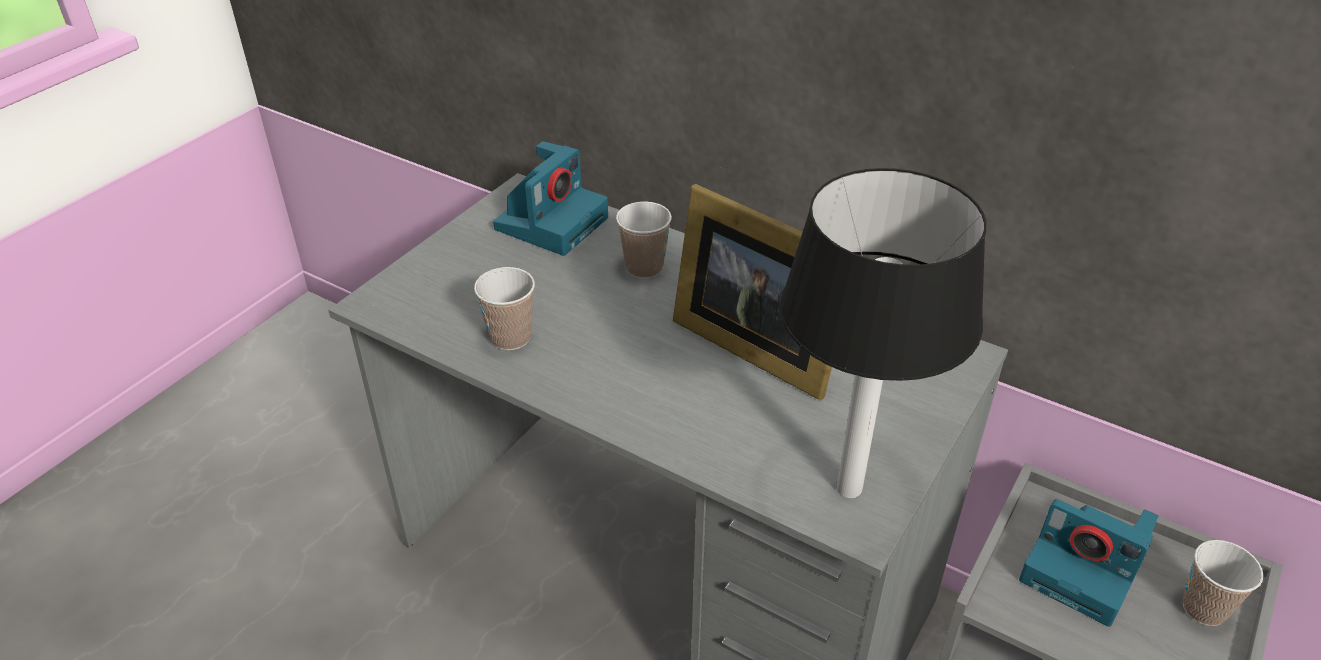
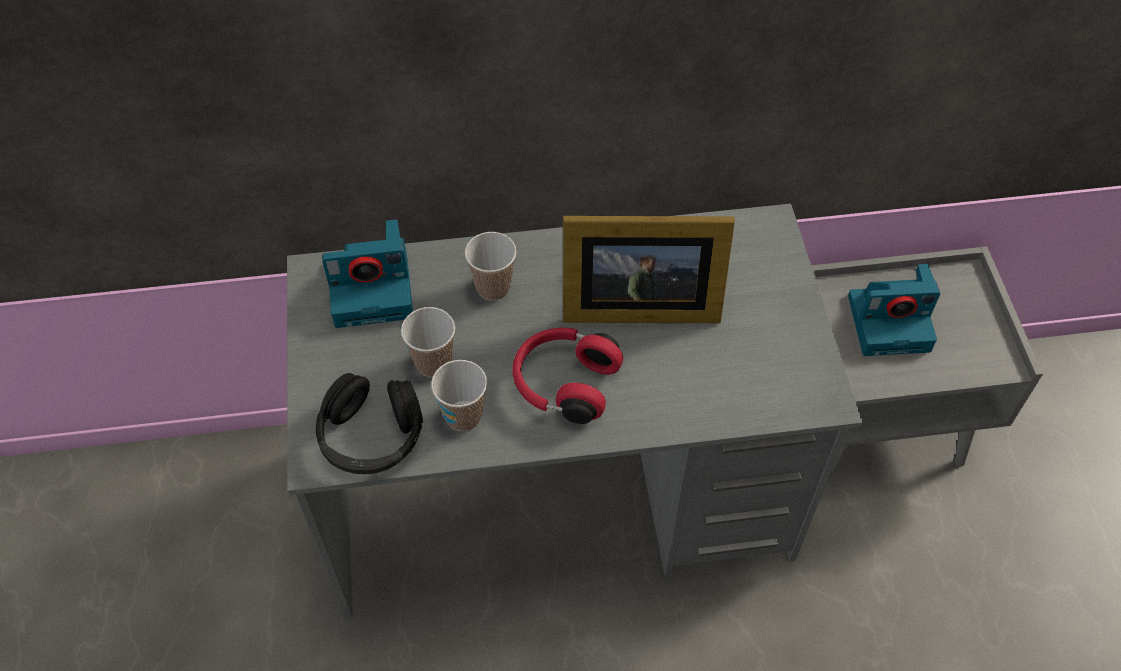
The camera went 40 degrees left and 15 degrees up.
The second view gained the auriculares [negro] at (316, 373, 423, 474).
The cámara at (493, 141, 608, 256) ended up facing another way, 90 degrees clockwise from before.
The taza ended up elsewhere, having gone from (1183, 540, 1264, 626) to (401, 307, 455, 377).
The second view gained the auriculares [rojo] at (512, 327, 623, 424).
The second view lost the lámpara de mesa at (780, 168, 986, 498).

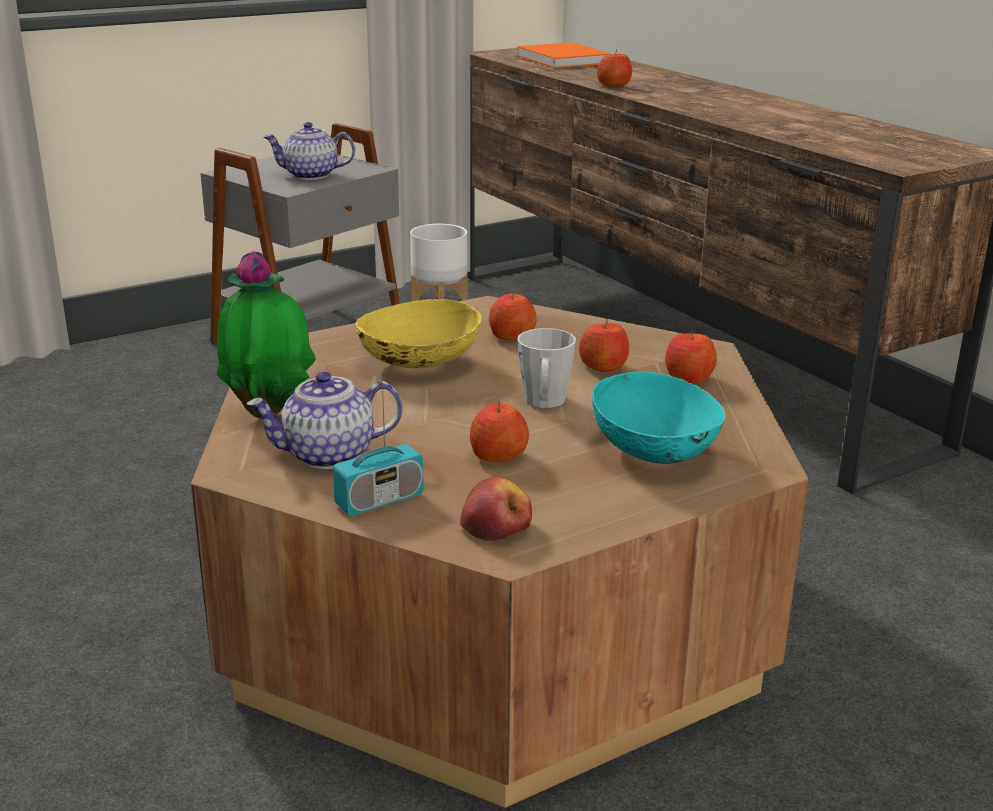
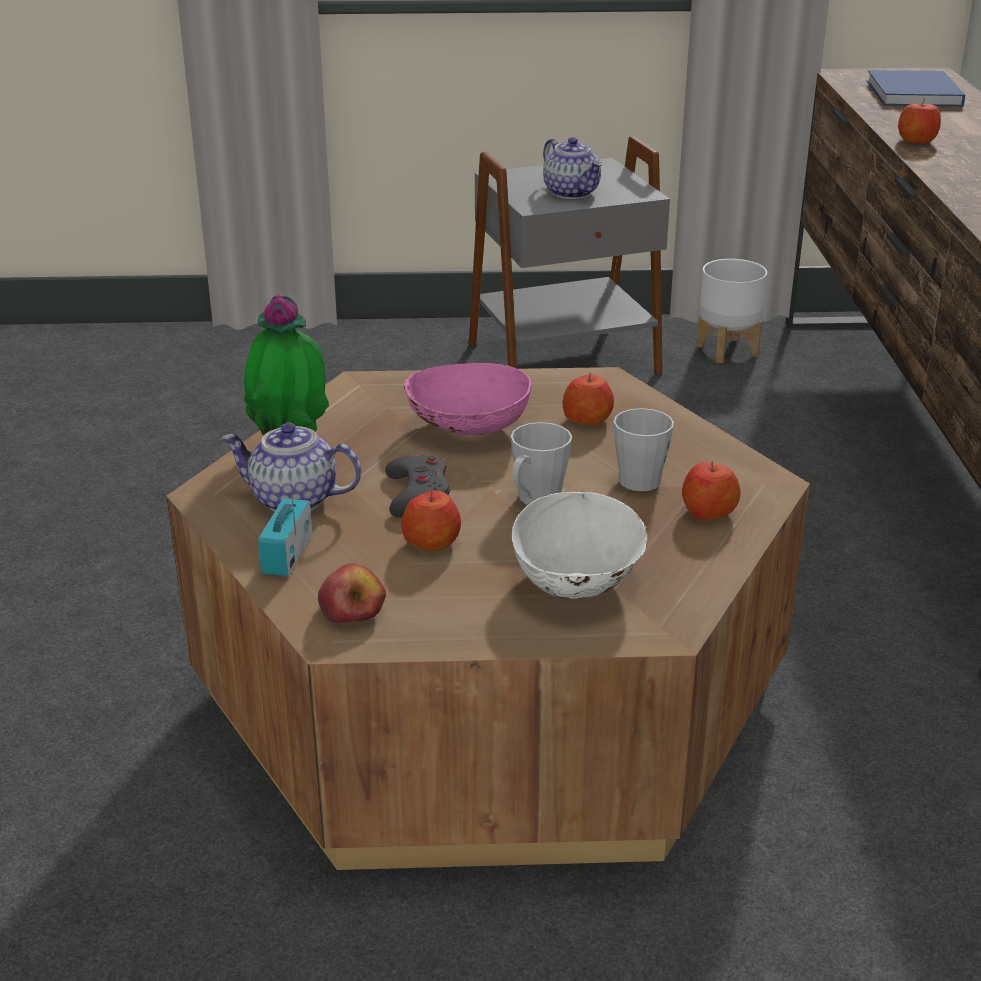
The camera went 30 degrees right and 5 degrees up.
The radio at (333, 374, 424, 516) ended up facing another way, 105 degrees clockwise from before.
The second view gained the mando de consola [gris] at (385, 455, 450, 518).
What was the cuenco [amarillo] at (356, 299, 481, 368) turned into the cuenco [rosa] at (404, 363, 531, 435).
What was the cuenco [turquesa] at (592, 372, 726, 464) turned into the cuenco [blanco] at (512, 491, 648, 599).
The tetera at (264, 122, 355, 180) ended up facing another way, 150 degrees counterclockwise from before.
Where the manzana stood at (579, 319, 629, 372), the taza grande [gris] came to stand at (614, 408, 674, 491).
What was the libro [naranja] at (517, 42, 611, 68) turned into the libro [azul] at (867, 70, 965, 107).

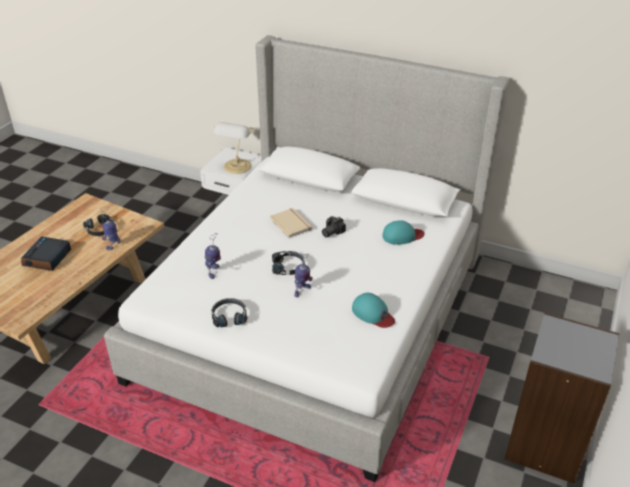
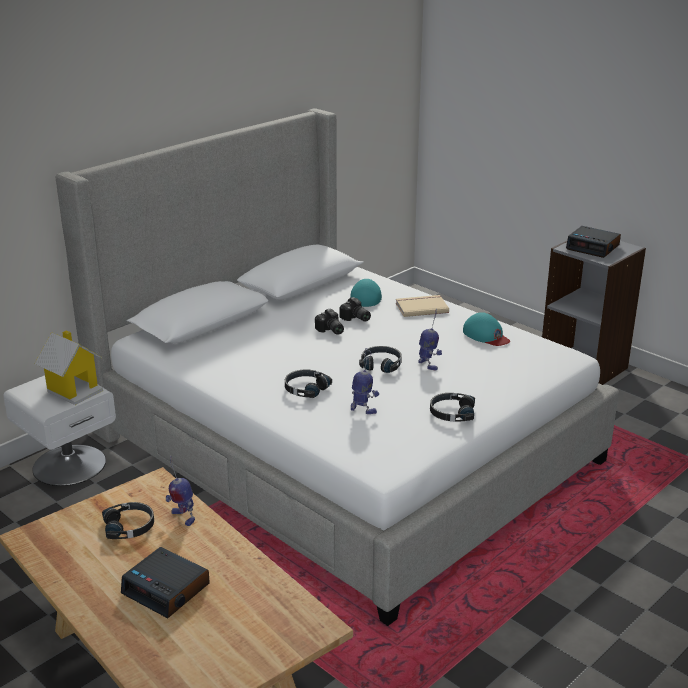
The camera went 70 degrees left and 10 degrees down.
Where the lámpara de mesa stood at (213, 122, 254, 174), the casita came to stand at (35, 331, 103, 405).
The second view gained the auriculares [negro] at (285, 369, 332, 398).
The second view gained the cámara at (340, 297, 371, 322).
The libro [beis] ended up elsewhere, having gone from (270, 208, 313, 238) to (396, 295, 449, 317).
The gorra [turquesa] at (352, 293, 395, 328) ended up facing another way, 75 degrees clockwise from before.
The second view gained the despertador at (566, 226, 621, 258).

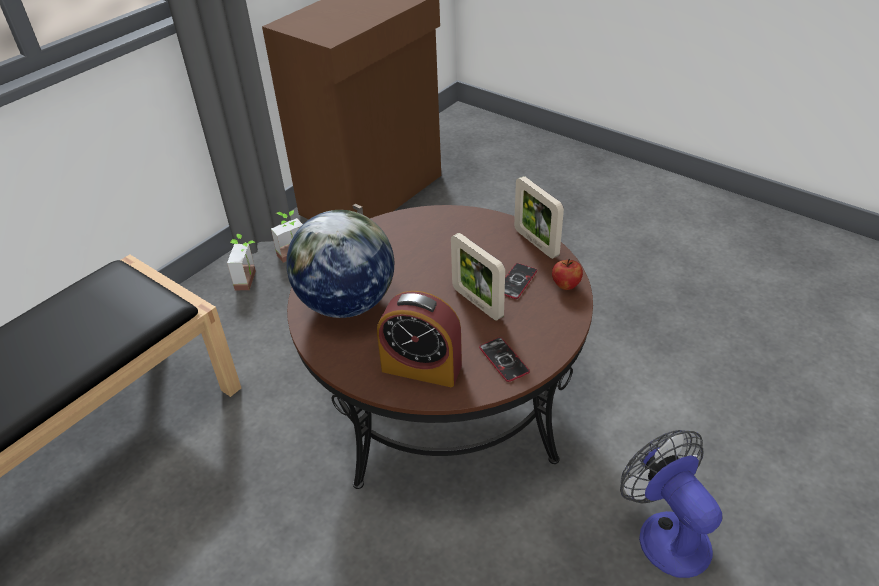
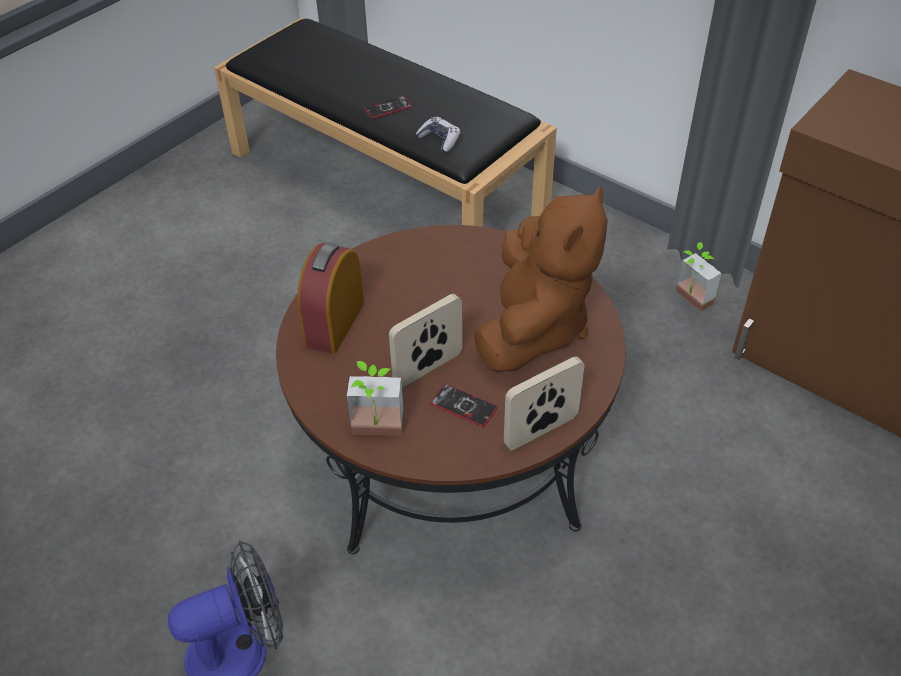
The camera went 90 degrees right and 5 degrees up.
The planta en maceta ended up elsewhere, having gone from (227, 234, 256, 290) to (347, 361, 404, 436).
The móvil ended up elsewhere, having gone from (479, 337, 530, 382) to (364, 96, 412, 119).
The second view gained the mando de consola at (416, 117, 461, 153).
The second view gained the peluche [marrón] at (474, 186, 608, 372).
The second view lost the globo terráqueo at (286, 210, 394, 318).
The second view lost the manzana at (552, 259, 583, 290).

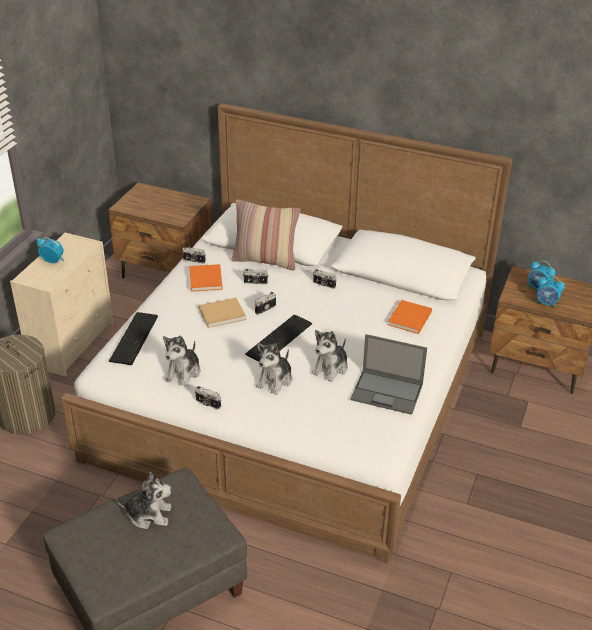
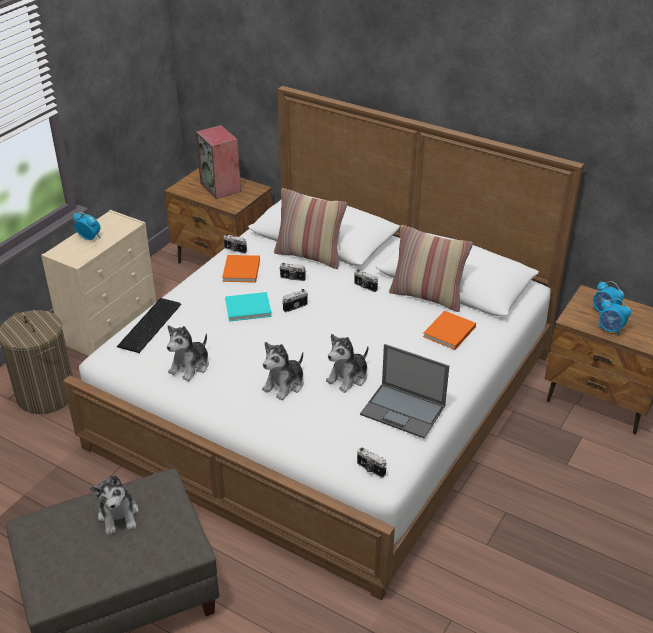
The camera went 10 degrees right and 0 degrees up.
The peluche at (116, 472, 172, 529) ended up facing another way, 60 degrees clockwise from before.
The second view gained the altavoz at (196, 125, 241, 199).
What was the libro [beis] at (199, 298, 246, 328) turned into the libro [turquesa] at (225, 292, 272, 322).
The cámara ended up elsewhere, having gone from (195, 386, 221, 410) to (357, 447, 386, 478).
The second view gained the cojín at (389, 225, 473, 312).
The second view lost the teclado at (245, 315, 312, 361).

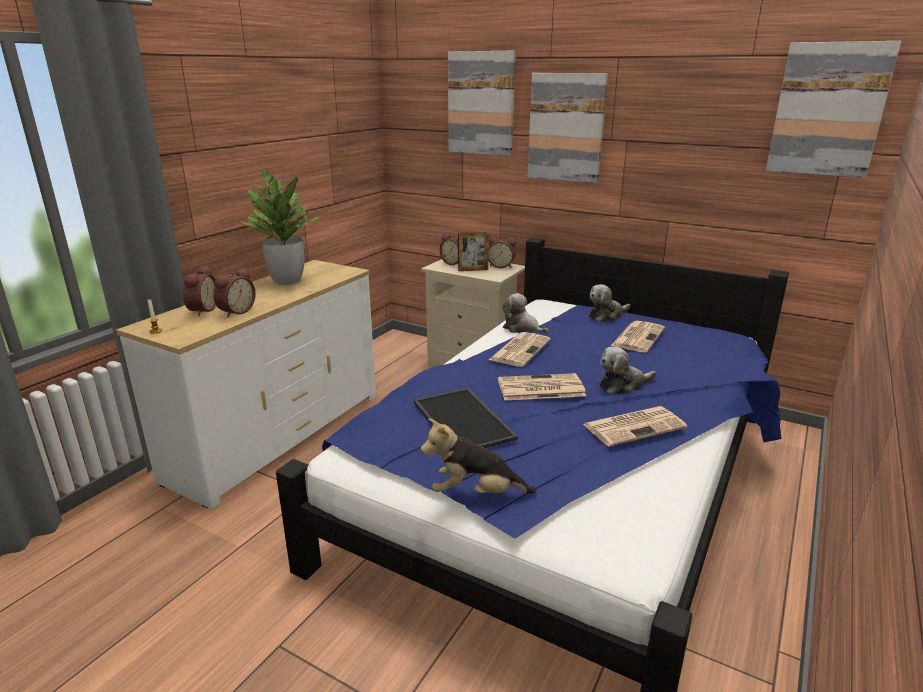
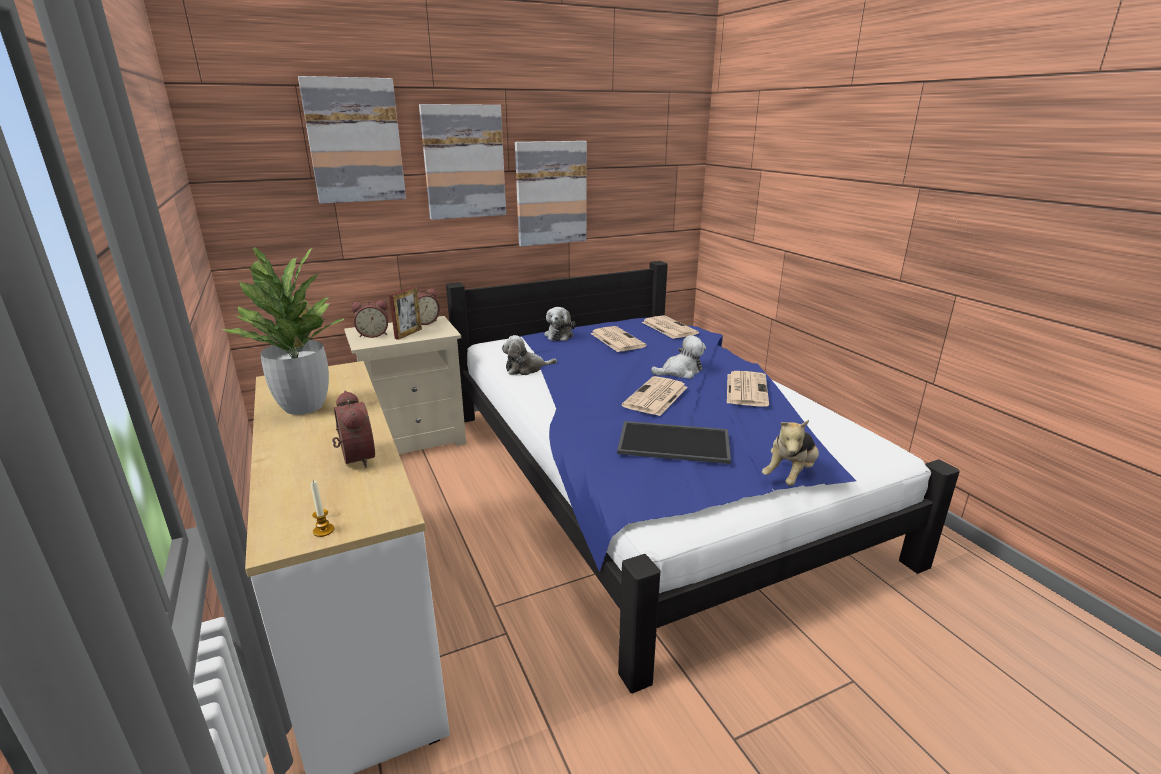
The camera went 55 degrees left and 0 degrees up.
The cuadro ended up elsewhere, having gone from (766, 41, 901, 178) to (515, 141, 587, 247).
The periódico ended up elsewhere, having gone from (489, 332, 551, 367) to (642, 315, 699, 339).
The peluche at (599, 347, 656, 395) ended up facing another way, 120 degrees counterclockwise from before.
The second view lost the despertador at (182, 266, 216, 316).

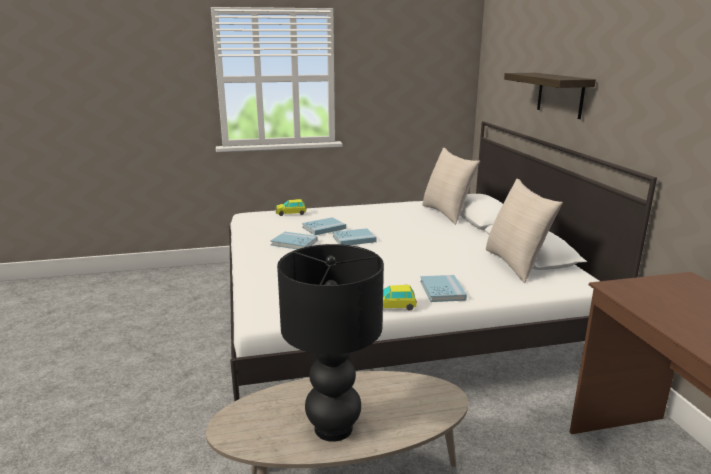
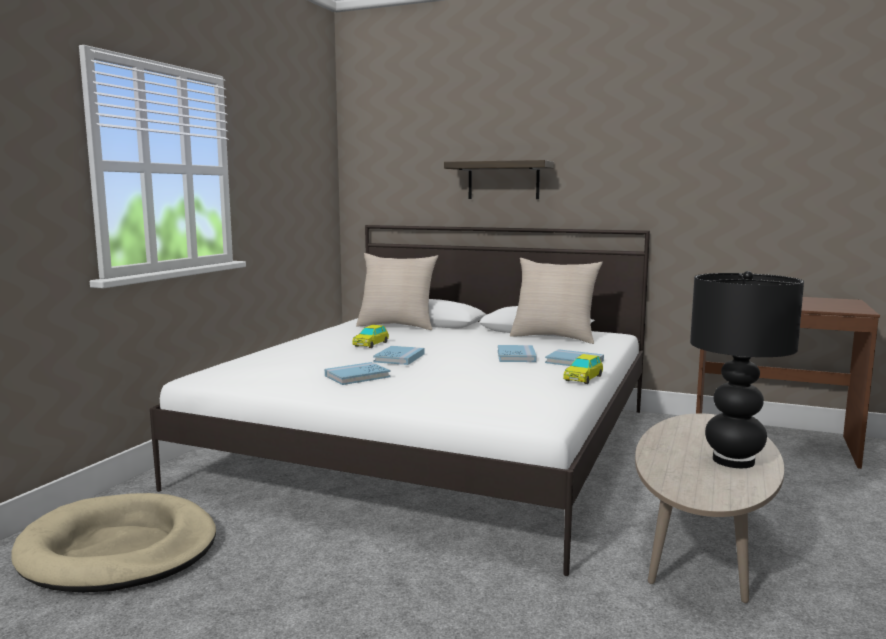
The camera went 55 degrees left and 10 degrees down.
The second view gained the cama para perro [beis] at (11, 493, 216, 593).
The coche de juguete ended up elsewhere, having gone from (276, 199, 306, 216) to (352, 325, 389, 348).
The libro [azul] ended up elsewhere, having gone from (302, 217, 346, 235) to (498, 345, 537, 362).

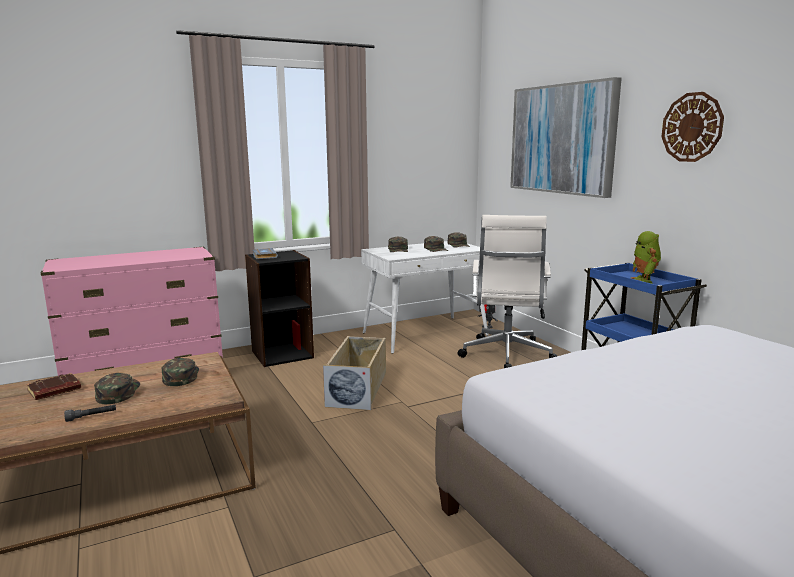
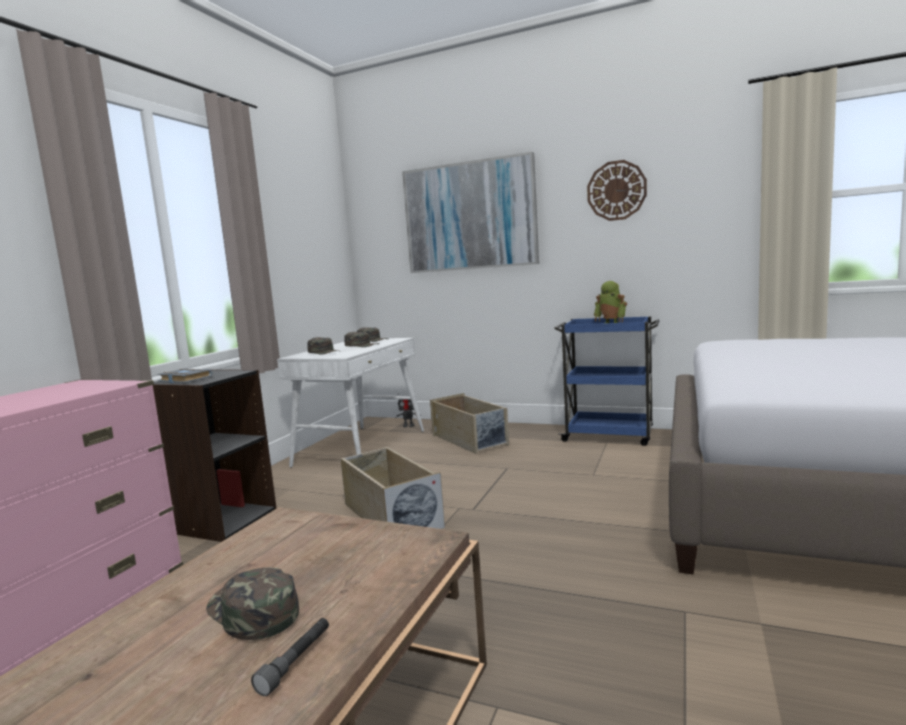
The camera went 40 degrees left and 5 degrees down.
Where the silla de oficina [blanco] stood at (458, 215, 557, 368), the caja de almacenaje [beis] came to stand at (430, 393, 509, 454).
The second view lost the libro [marrón] at (27, 373, 81, 400).
The second view lost the gorra [verde] at (162, 358, 199, 386).

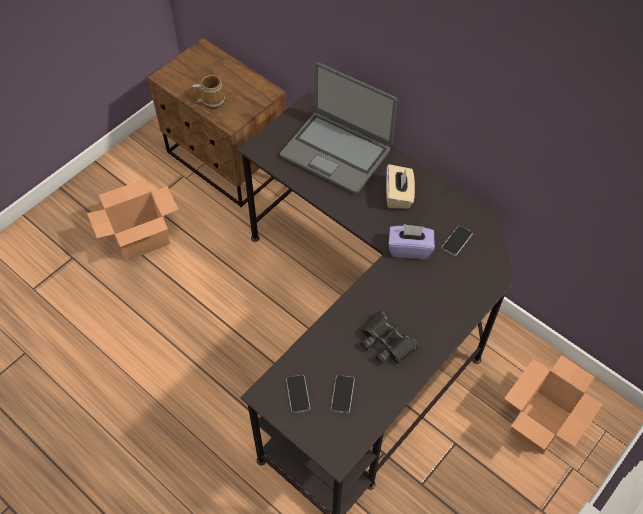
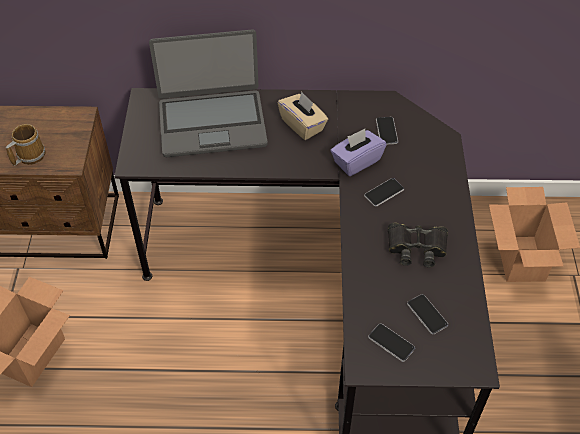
The camera went 40 degrees left and 5 degrees down.
The second view gained the móvil at (364, 178, 404, 207).

